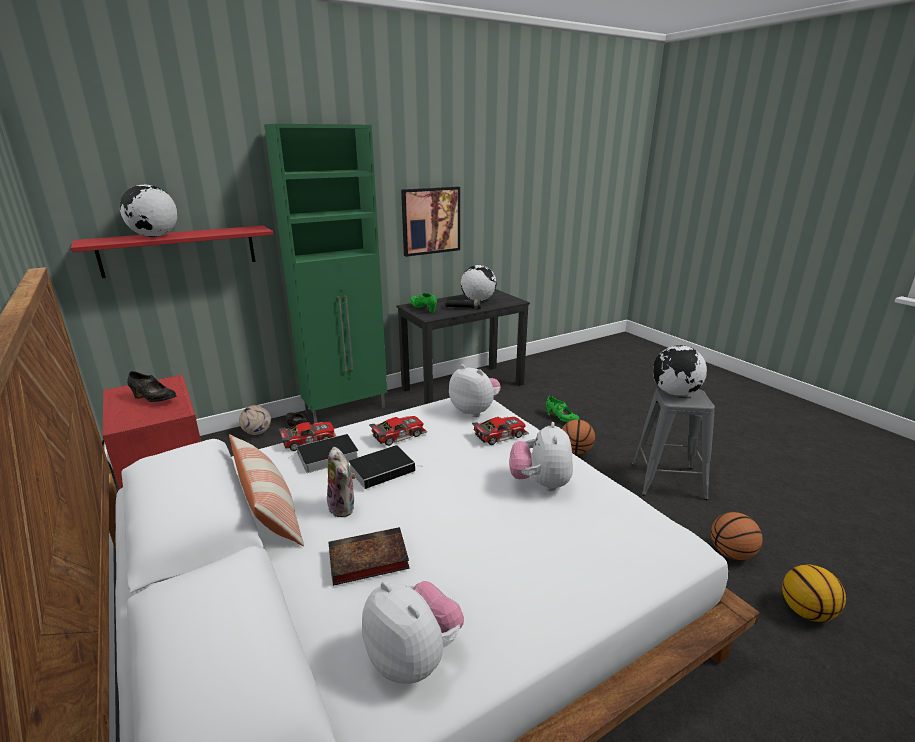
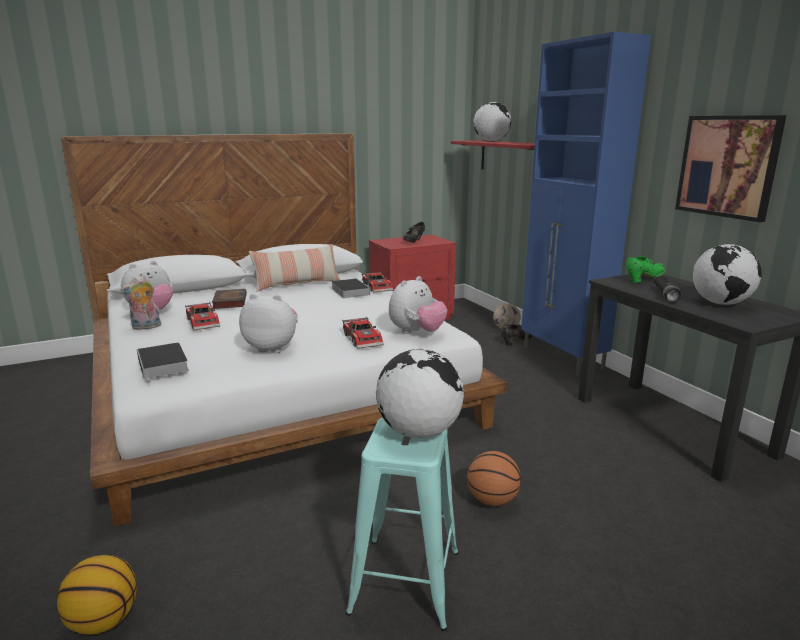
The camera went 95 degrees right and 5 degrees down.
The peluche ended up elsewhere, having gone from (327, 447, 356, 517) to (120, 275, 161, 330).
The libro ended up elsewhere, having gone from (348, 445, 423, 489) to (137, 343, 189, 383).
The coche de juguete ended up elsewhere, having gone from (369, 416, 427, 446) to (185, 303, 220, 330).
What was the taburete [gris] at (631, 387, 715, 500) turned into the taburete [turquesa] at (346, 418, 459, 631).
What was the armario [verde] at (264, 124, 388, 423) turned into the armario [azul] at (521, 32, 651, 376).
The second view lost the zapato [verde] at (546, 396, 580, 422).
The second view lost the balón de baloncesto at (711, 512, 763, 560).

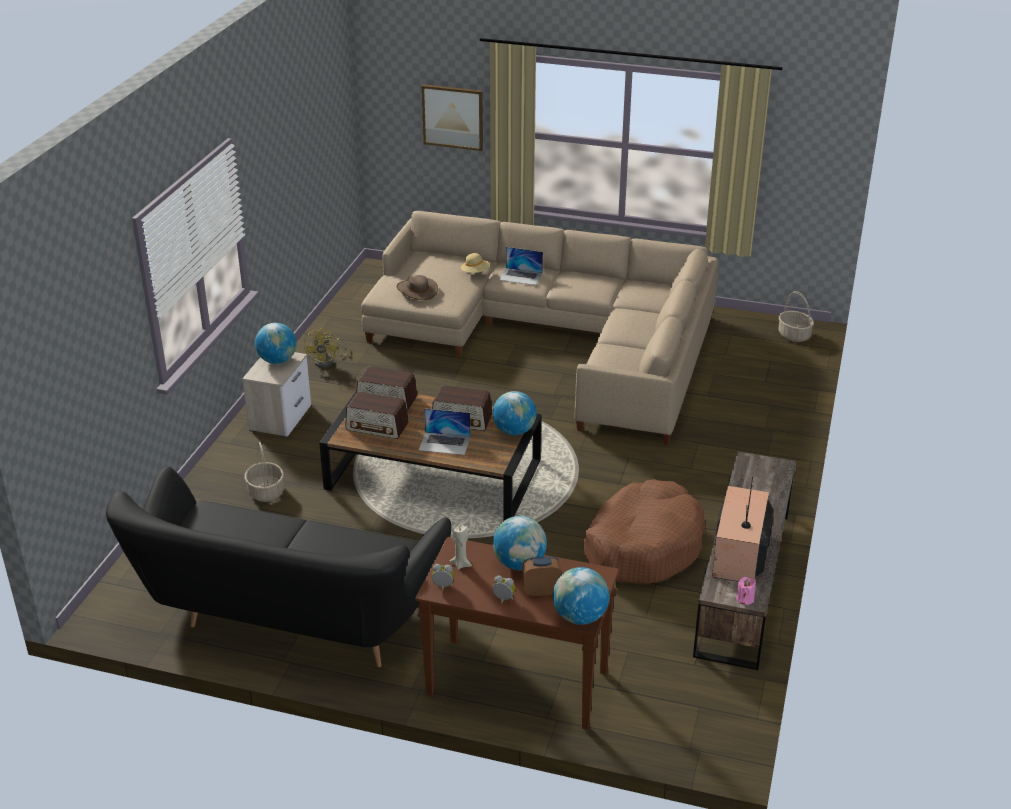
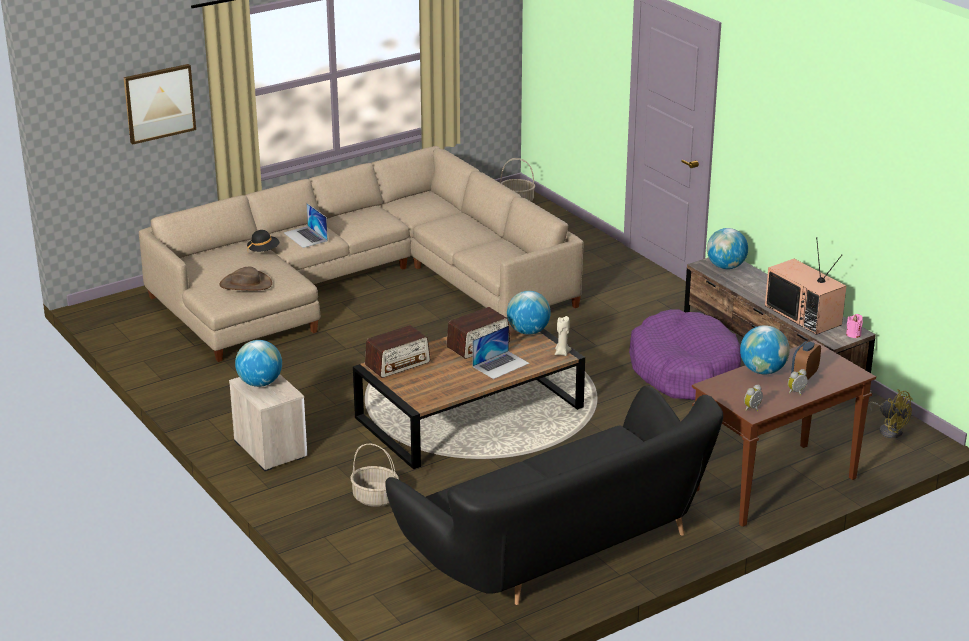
The camera went 50 degrees left and 5 degrees down.
What was the sombrero [beis] at (461, 253, 490, 273) turned into the sombrero [negro] at (247, 230, 279, 252).
The portátil at (499, 247, 543, 285) ended up facing another way, 90 degrees clockwise from before.
The vela [beis] ended up elsewhere, having gone from (449, 524, 472, 570) to (555, 316, 571, 356).
What was the cama para perro [marrón] at (583, 479, 706, 584) turned into the cama para perro [morado] at (629, 309, 741, 400).
The globo terráqueo ended up elsewhere, having gone from (553, 567, 609, 625) to (707, 228, 748, 269).
The ventilador [amarillo] ended up elsewhere, having gone from (304, 328, 347, 368) to (869, 389, 913, 438).
The second view lost the radio at (345, 391, 409, 439).

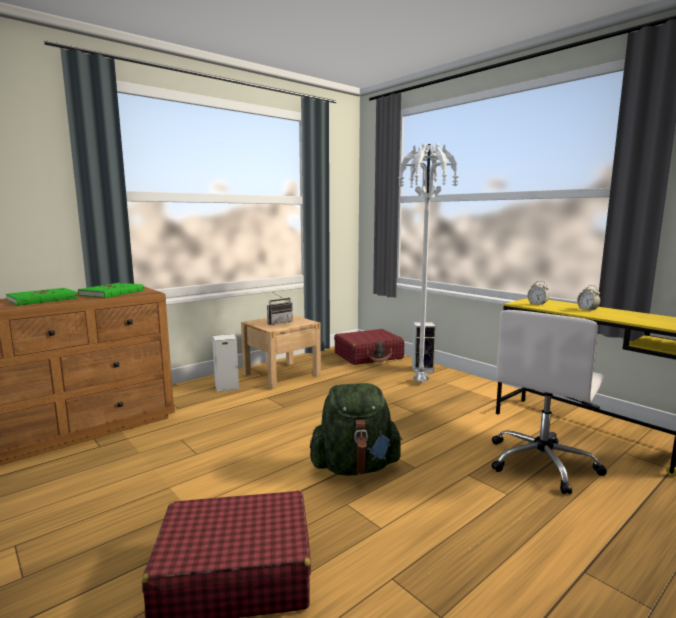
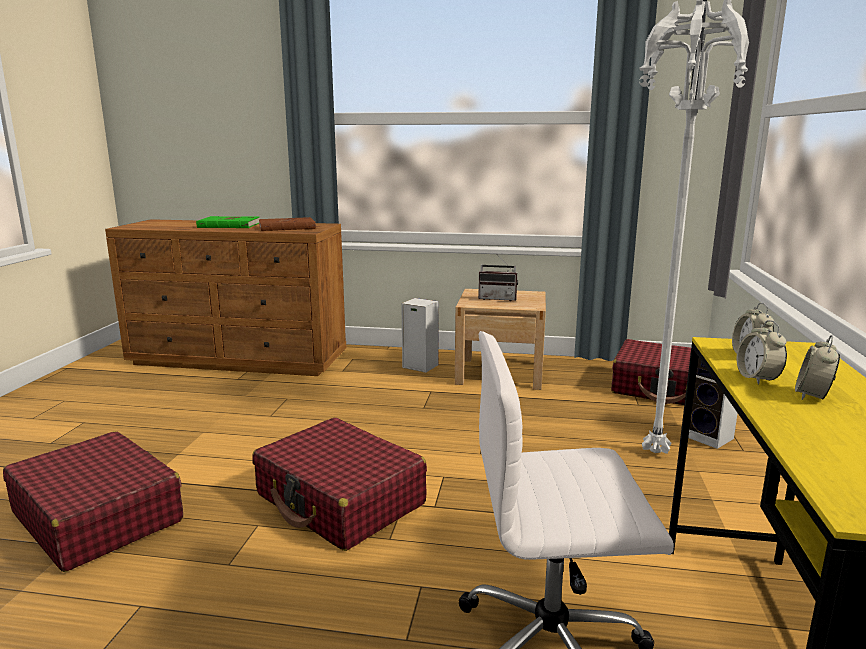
The camera went 50 degrees right and 5 degrees up.
Where the mochila [verde] stood at (310, 383, 403, 476), the maleta [rojo] came to stand at (252, 418, 427, 551).
What was the libro [verde] at (78, 283, 144, 298) turned into the libro [marrón] at (259, 217, 316, 231).
The second view gained the despertador at (737, 320, 787, 385).

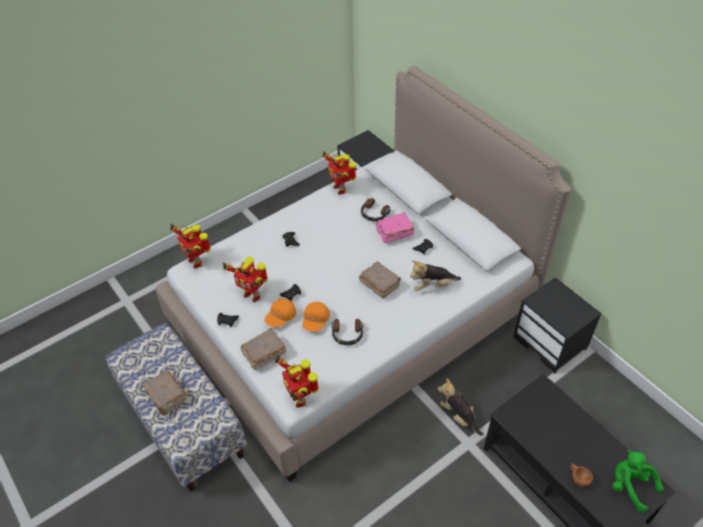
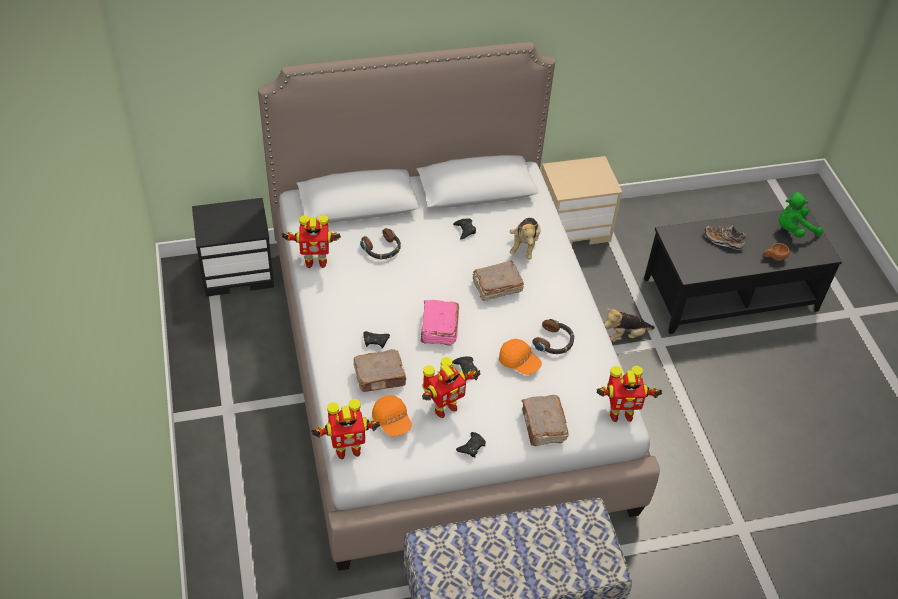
The camera went 70 degrees left and 0 degrees up.
The libro [marrón] ended up elsewhere, having gone from (142, 371, 187, 415) to (354, 349, 406, 392).
The gorra [naranja] ended up elsewhere, having gone from (264, 298, 296, 328) to (372, 395, 412, 436).
The libro [rosa] ended up elsewhere, having gone from (376, 213, 414, 243) to (421, 300, 459, 346).
What was the mesita de noche [negro] at (514, 277, 601, 374) turned into the mesita de noche [beis] at (541, 156, 622, 245).
The second view gained the zapato at (705, 225, 747, 250).

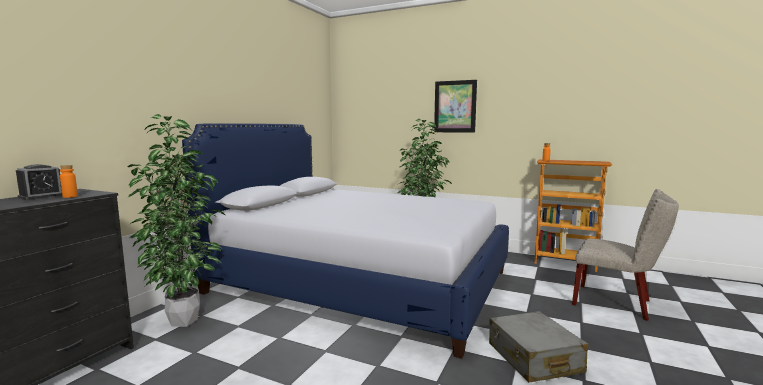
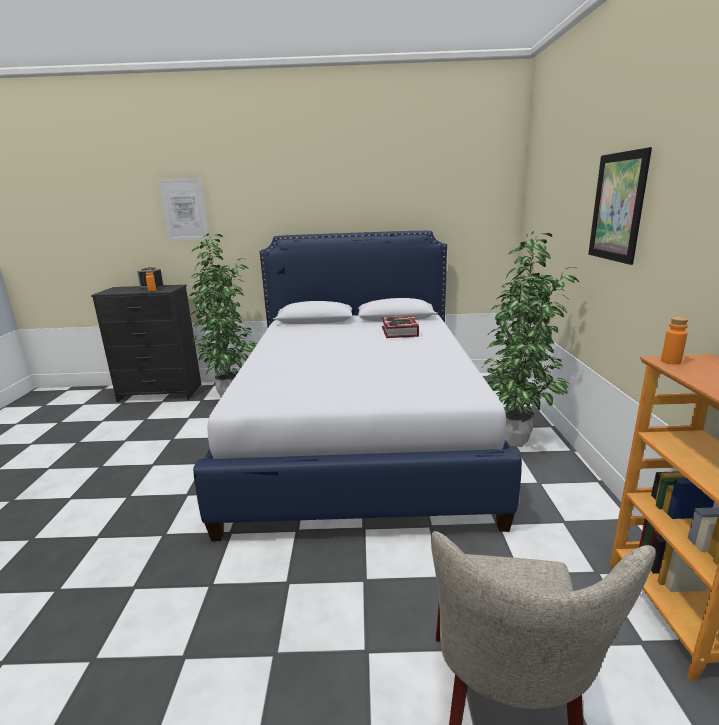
The camera went 65 degrees right and 10 degrees up.
The second view gained the cuadro at (158, 177, 210, 241).
The second view gained the libro at (382, 316, 419, 338).
The second view lost the maleta [gris] at (489, 311, 588, 383).

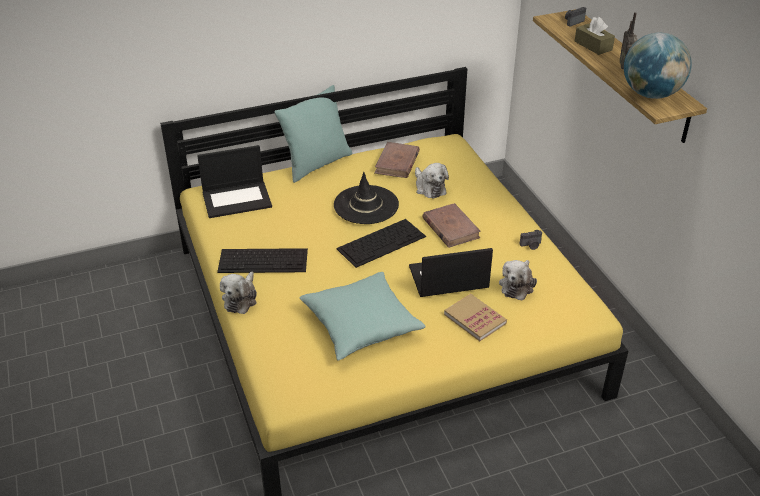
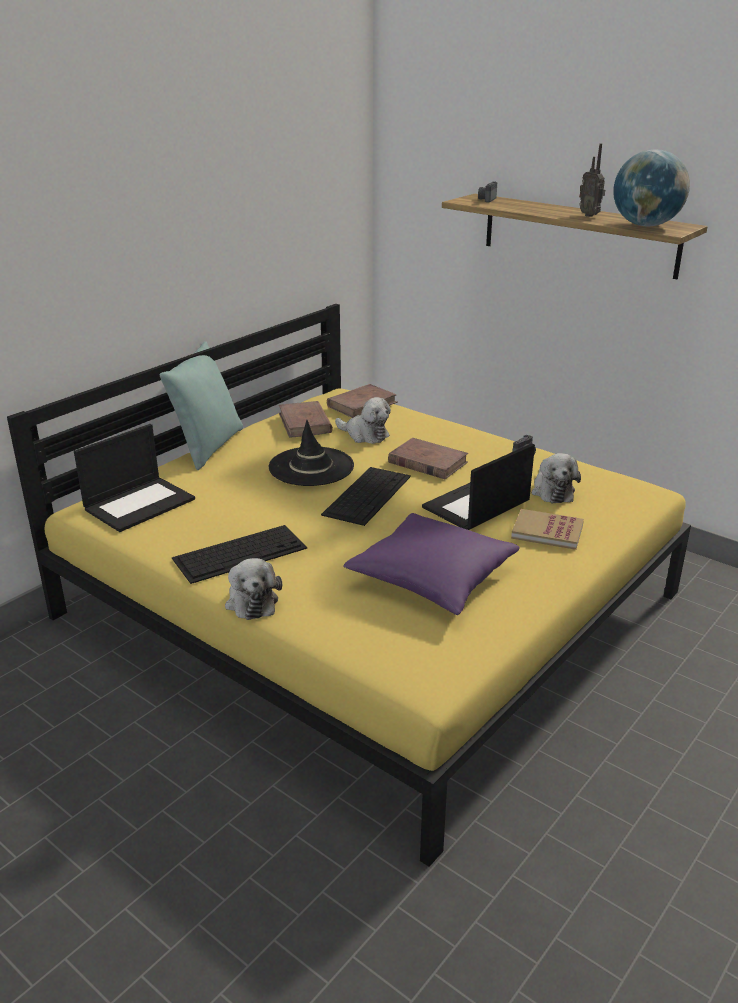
The camera went 30 degrees left and 10 degrees down.
The second view gained the libro [marrón] at (327, 384, 398, 418).
What was the cojín [turquesa] at (300, 272, 425, 361) turned into the cojín [morado] at (343, 513, 520, 615).
The second view lost the caja de pañuelos [marrón] at (575, 17, 615, 55).

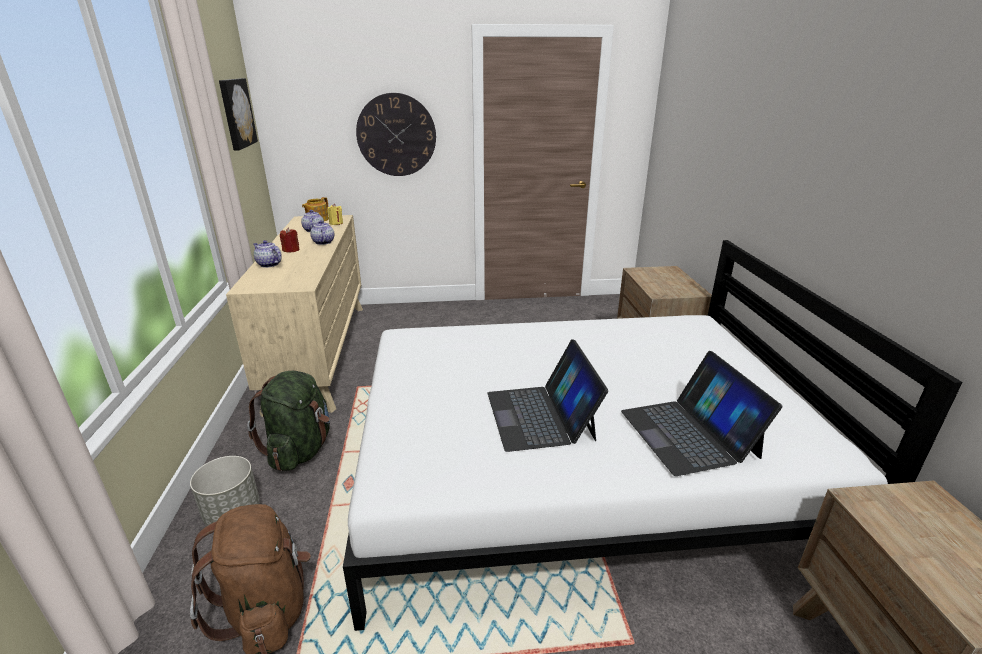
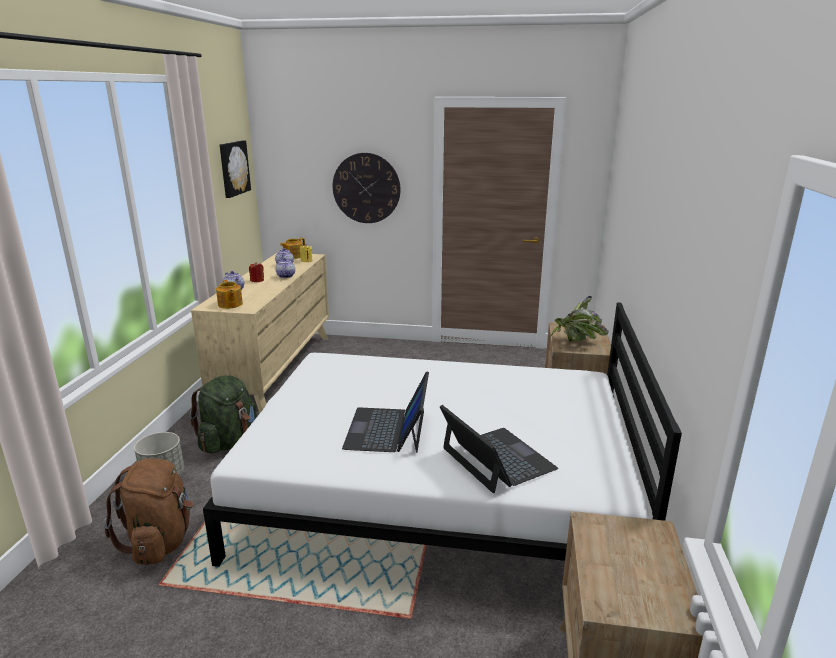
The camera went 15 degrees right and 5 degrees down.
The second view gained the tetera at (216, 280, 243, 309).
The portátil at (621, 351, 782, 476) ended up facing another way, 150 degrees clockwise from before.
The second view gained the planta en maceta at (549, 296, 609, 341).

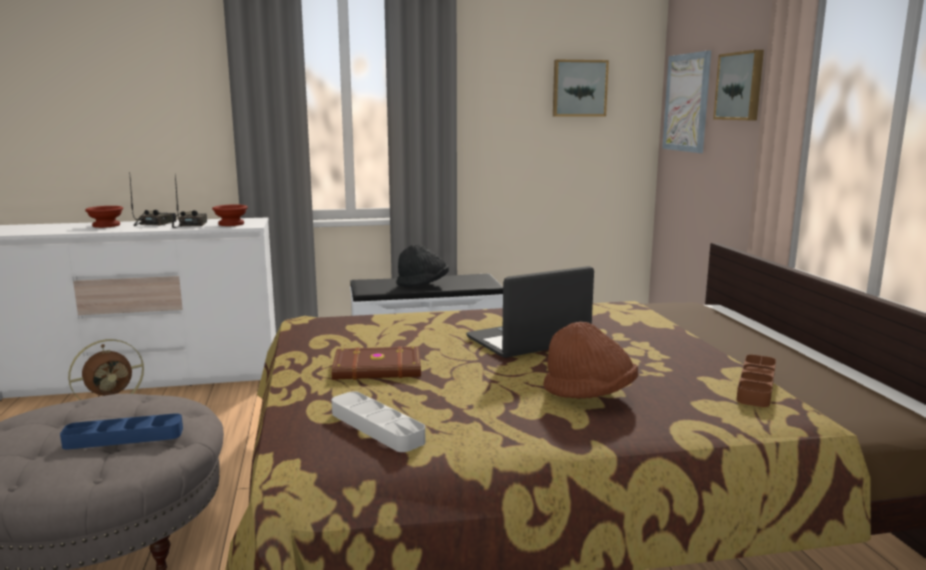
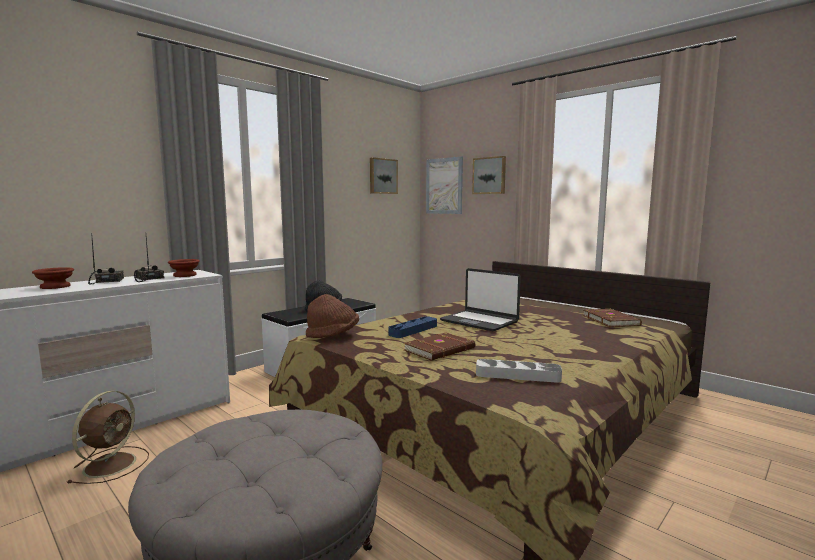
The camera went 35 degrees left and 5 degrees down.
The sombrero [marrón] ended up elsewhere, having gone from (543, 322, 638, 399) to (306, 294, 359, 338).
The bandeja [azul] ended up elsewhere, having gone from (60, 413, 183, 449) to (388, 316, 437, 338).
The portátil at (466, 266, 594, 358) ended up facing another way, 75 degrees counterclockwise from before.
Where the bandeja [marrón] stood at (736, 355, 776, 407), the libro [marrón] came to stand at (583, 309, 642, 327).

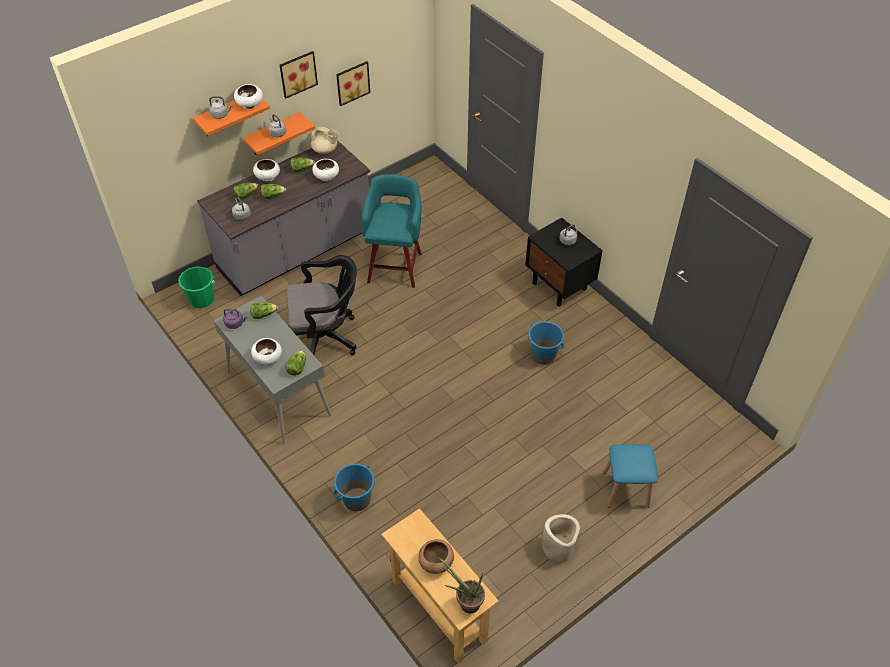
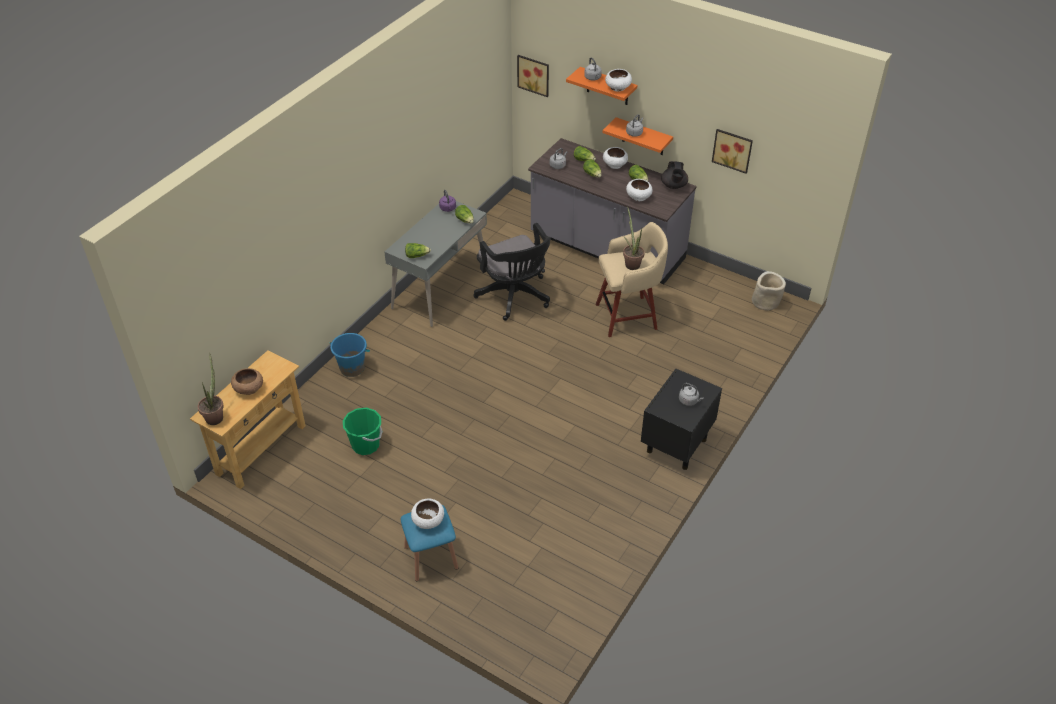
The camera went 70 degrees right and 5 degrees down.
The cubo [verde] ended up elsewhere, having gone from (178, 266, 215, 309) to (343, 408, 383, 455).
The cuenco [blanco] ended up elsewhere, having gone from (251, 338, 282, 365) to (411, 499, 444, 529).
The cuadro ended up elsewhere, having gone from (279, 51, 318, 99) to (517, 55, 549, 97).
What was the taburete [turquesa] at (361, 174, 422, 288) turned into the taburete [beis] at (596, 222, 668, 337).
The second view gained the planta en maceta at (623, 206, 645, 270).
What was the tetera [beis] at (311, 127, 339, 154) turned into the tetera [negro] at (661, 161, 688, 189).
The maceta [beis] ended up elsewhere, having gone from (542, 514, 580, 562) to (752, 271, 786, 311).
The second view lost the cubo [azul] at (528, 321, 565, 365).

